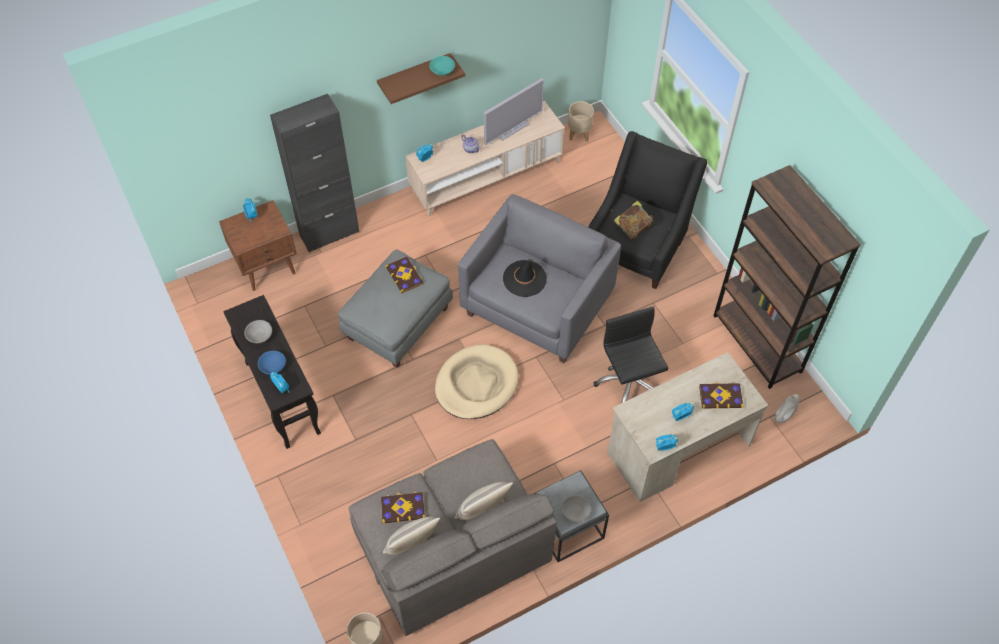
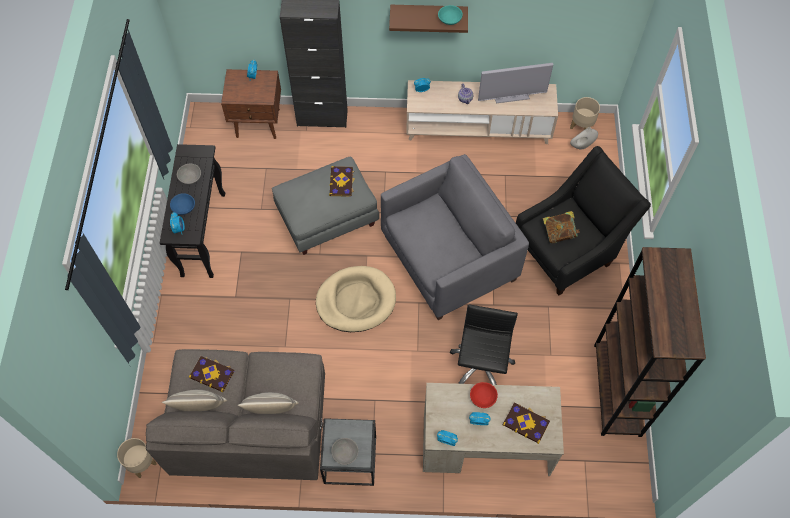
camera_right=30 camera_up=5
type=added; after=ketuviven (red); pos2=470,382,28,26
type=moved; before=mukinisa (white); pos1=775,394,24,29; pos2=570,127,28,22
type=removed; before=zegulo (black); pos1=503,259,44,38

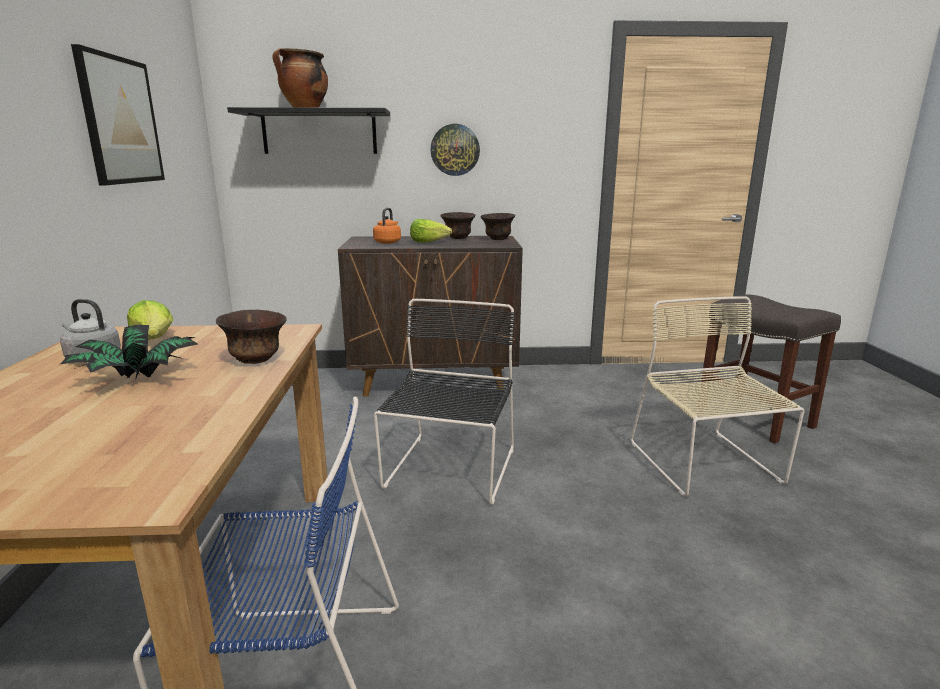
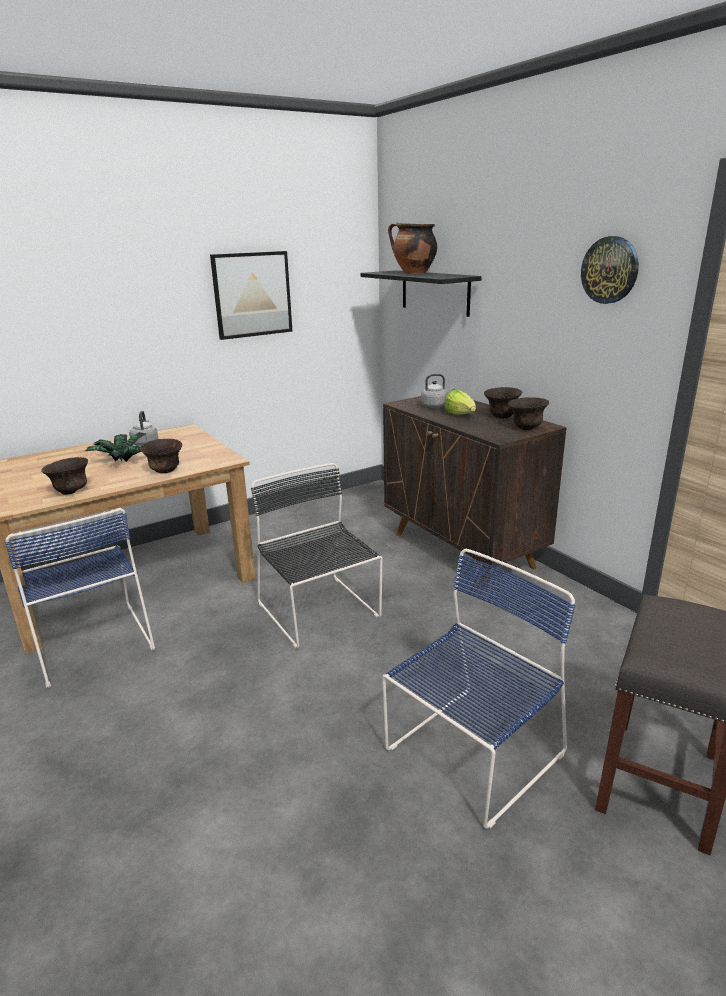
camera_right=60 camera_up=5
type=added; after=ketuviven (brown); pos2=41,457,47,38
type=turned; before=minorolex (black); pos1=374,299,141,206; pos2=251,463,131,185; turn=-105
type=recoloured; before=minorolex (beige); after=minorolex (blue); pos1=631,296,173,201; pos2=382,549,193,280
type=recoloured; before=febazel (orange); after=febazel (grey); pos1=373,208,28,36; pos2=421,374,34,34
type=moved; before=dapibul; pos1=431,124,49,52; pos2=581,236,58,68
type=removed; before=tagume; pos1=127,300,46,40

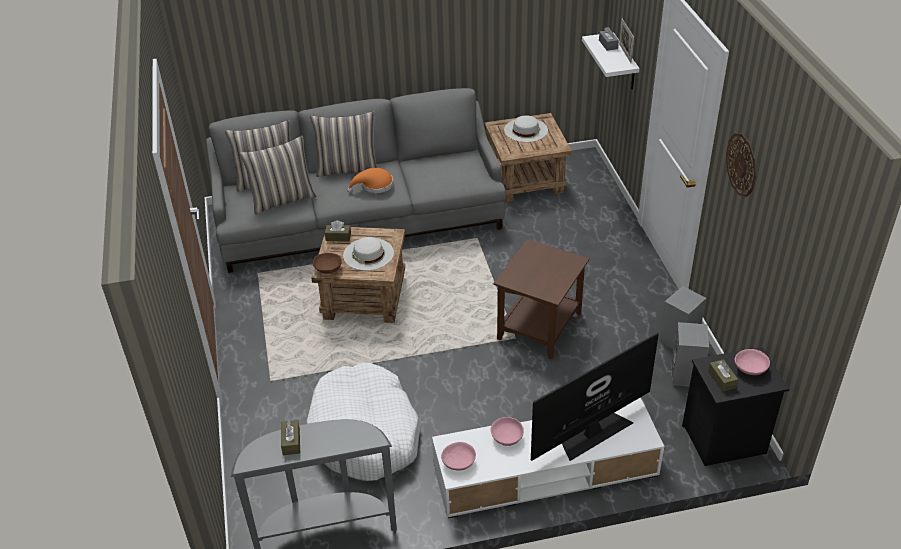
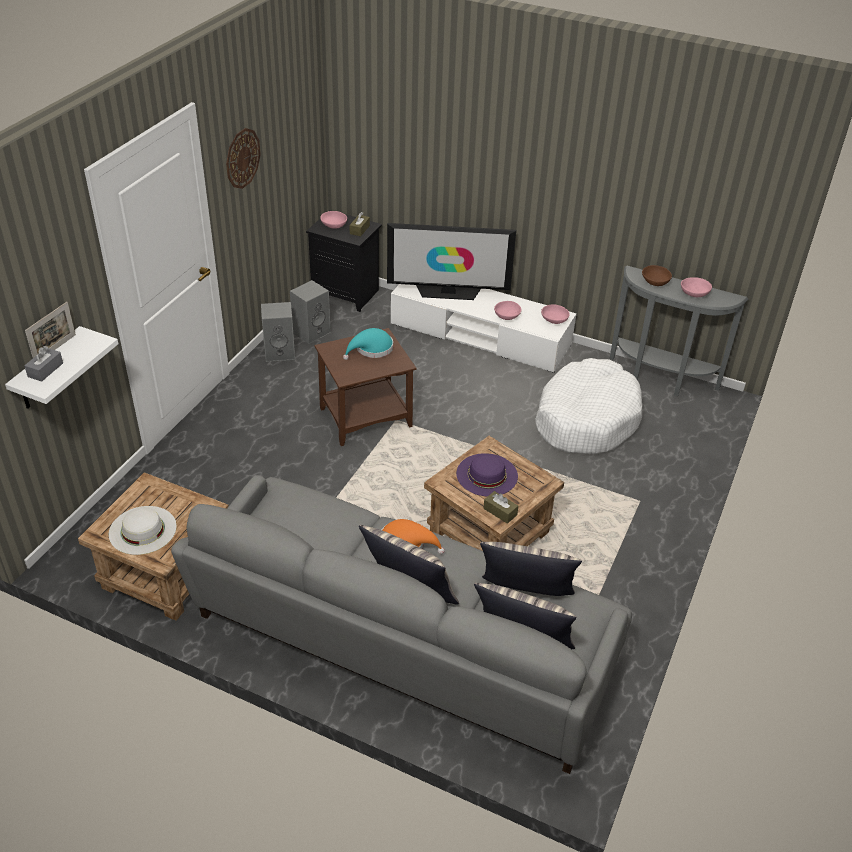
camera_right=-145 camera_up=0
type=added; after=zegulo (turquoise); pos2=343,328,50,32
type=recoloured; before=zegulo (white); after=zegulo (purple); pos1=343,237,51,34; pos2=456,453,62,43
type=moved; before=ketuviven (brown); pos1=313,253,29,21; pos2=642,265,30,21
type=replaced; before=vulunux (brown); after=ketuviven (pink); pos1=281,420,19,35; pos2=681,277,31,20

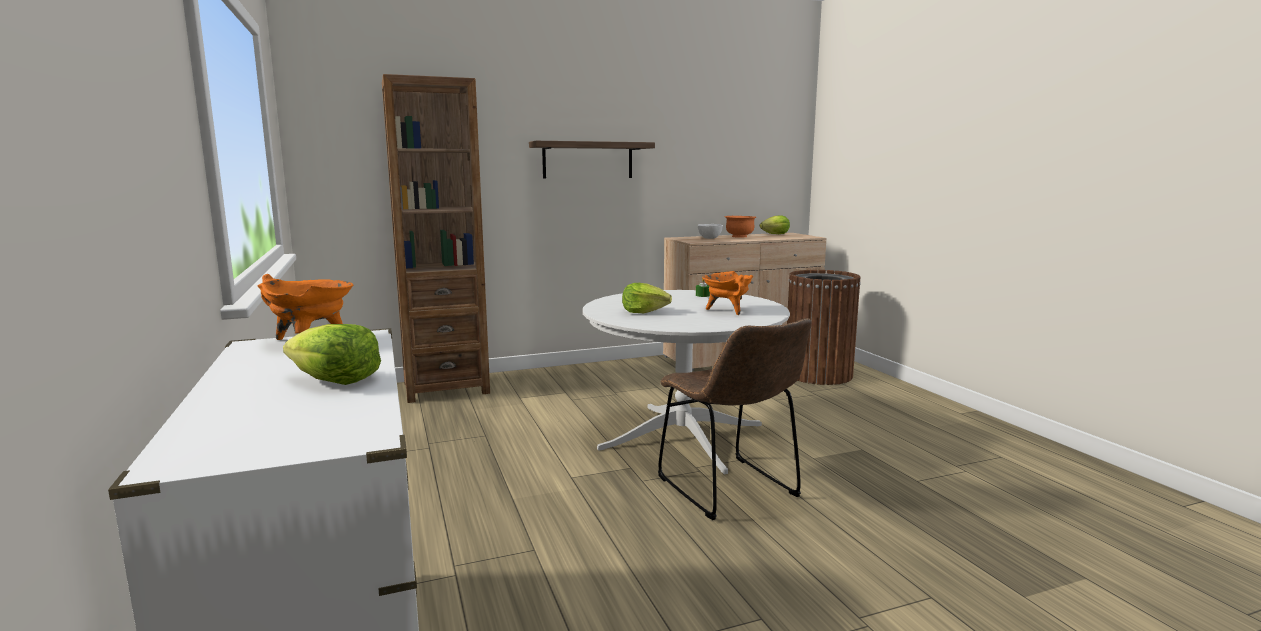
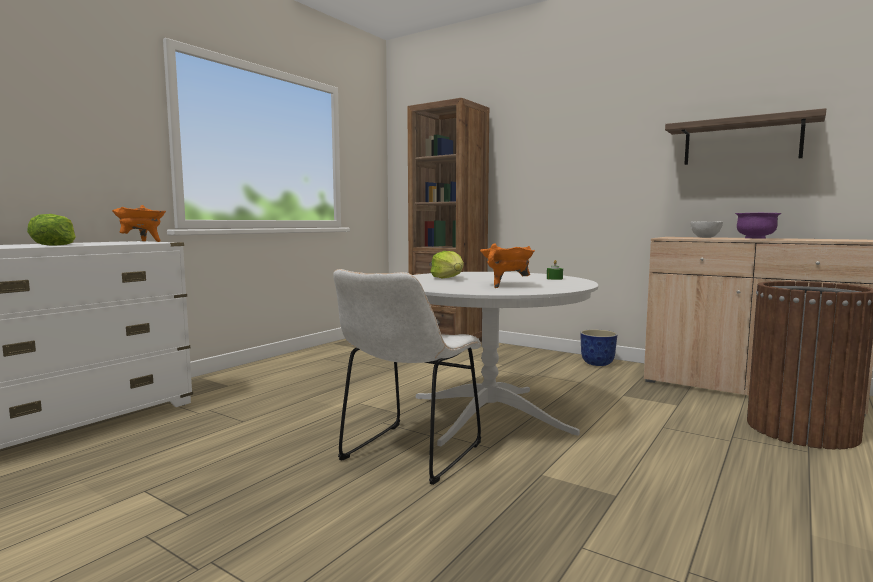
camera_right=55 camera_up=-5
type=recoloured; before=minorolex (brown); after=minorolex (white); pos1=658,318,154,202; pos2=333,269,148,216
type=added; after=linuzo; pos2=580,329,37,37
type=moved; before=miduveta; pos1=529,141,126,38; pos2=665,108,161,57
type=recoloured; before=ketuviven (orange); after=ketuviven (purple); pos1=725,216,31,22; pos2=735,213,46,26
type=removed; before=tagume; pos1=760,215,30,19

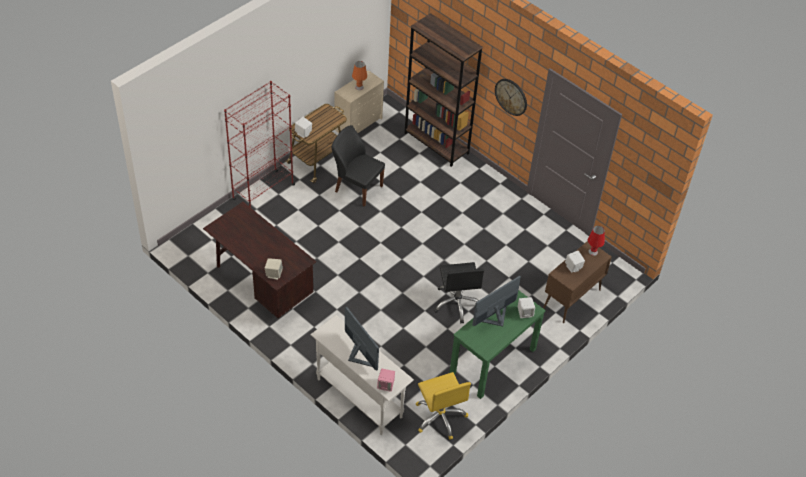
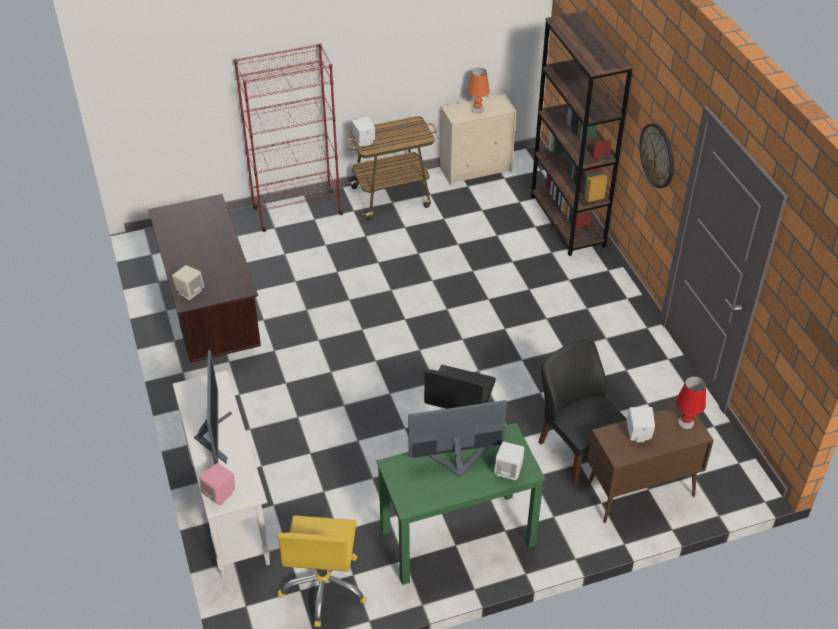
camera_right=30 camera_up=-5
type=moved; before=minorolex (black); pos1=331,125,54,82; pos2=539,340,88,144

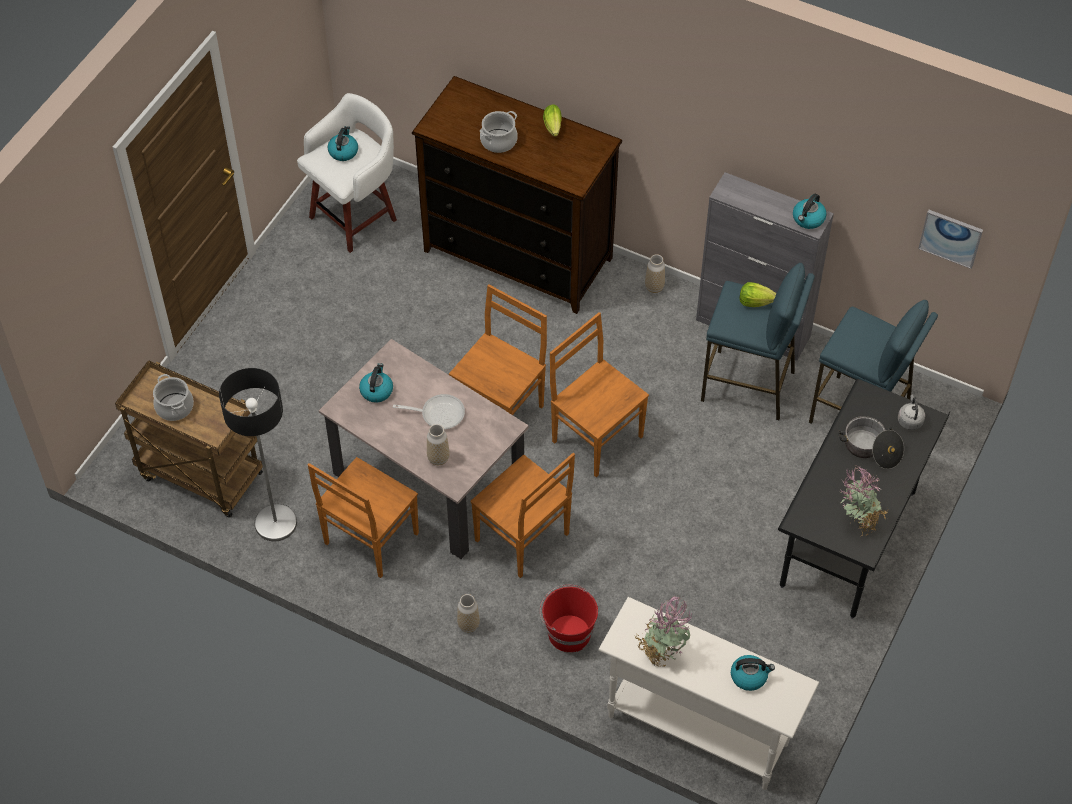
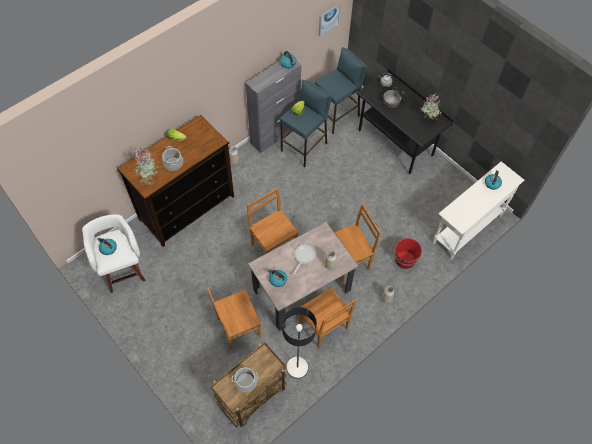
camera_right=-70 camera_up=5
type=moved; before=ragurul; pos1=634,595,58,72; pos2=133,147,25,38
type=moved; before=minorolex (brown); pos1=550,312,99,165; pos2=207,288,54,62

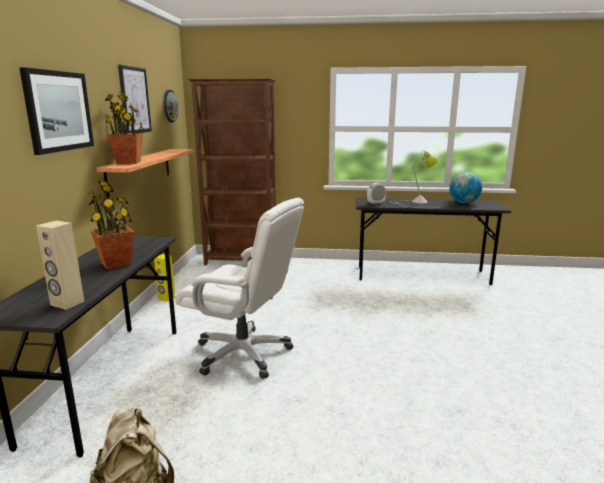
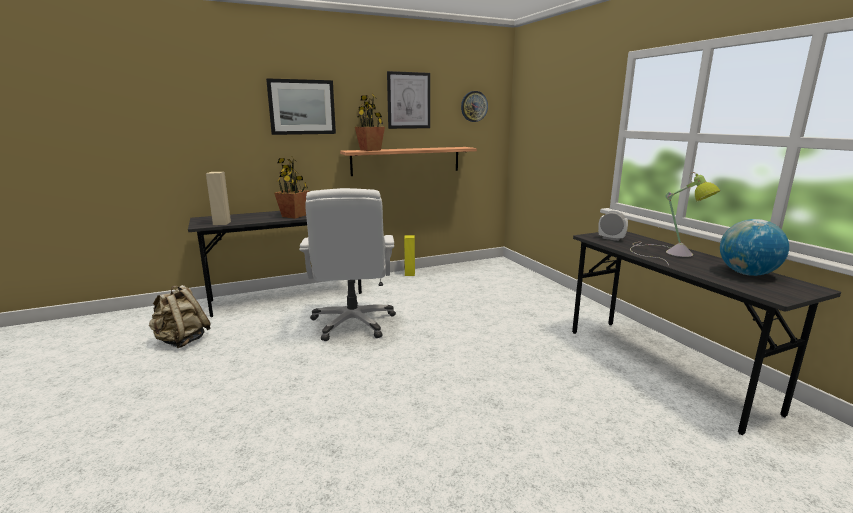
camera_right=60 camera_up=0
type=removed; before=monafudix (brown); pos1=188,79,88,186

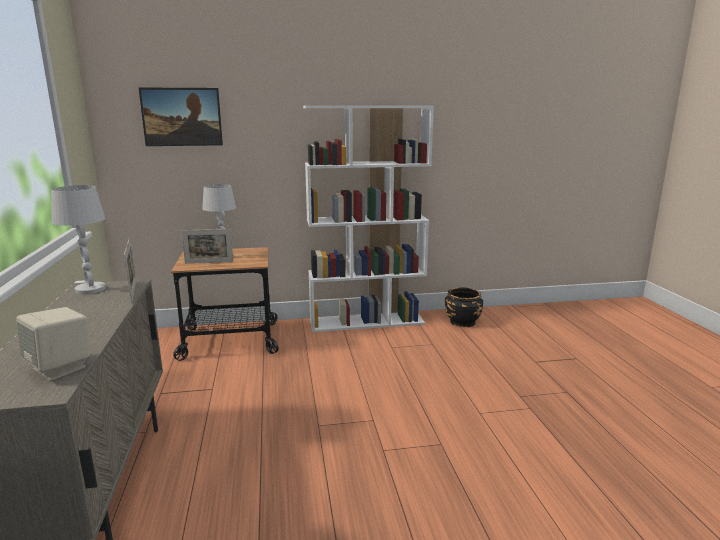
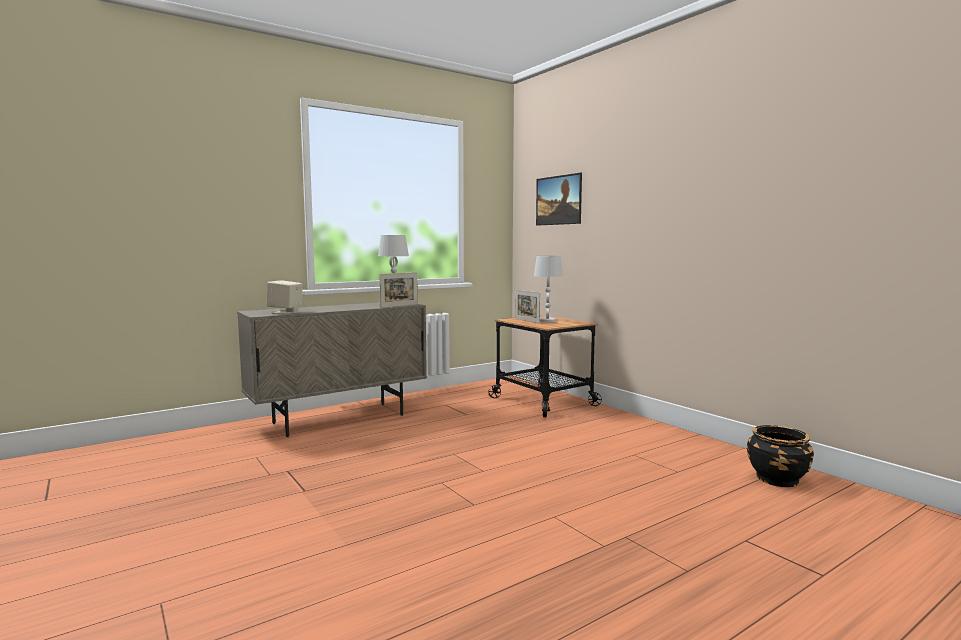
camera_right=65 camera_up=-10
type=removed; before=monafudix (white); pos1=303,106,131,226

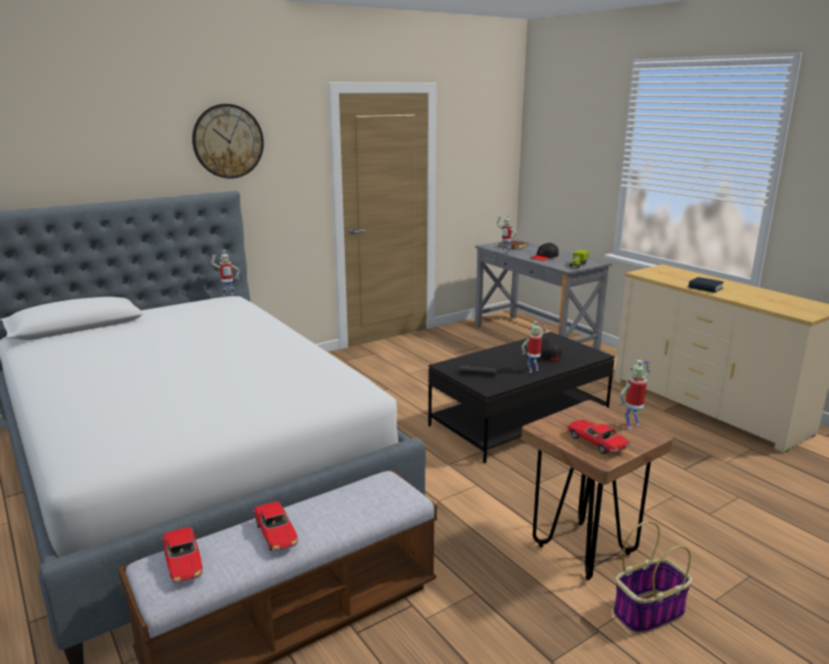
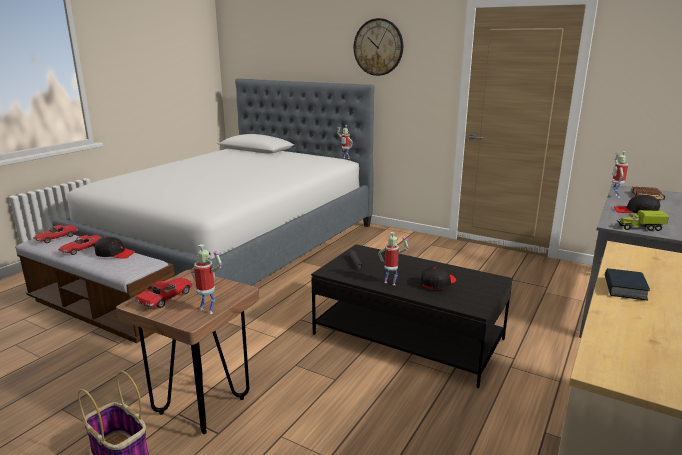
camera_right=65 camera_up=0
type=added; after=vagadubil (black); pos2=95,237,40,22

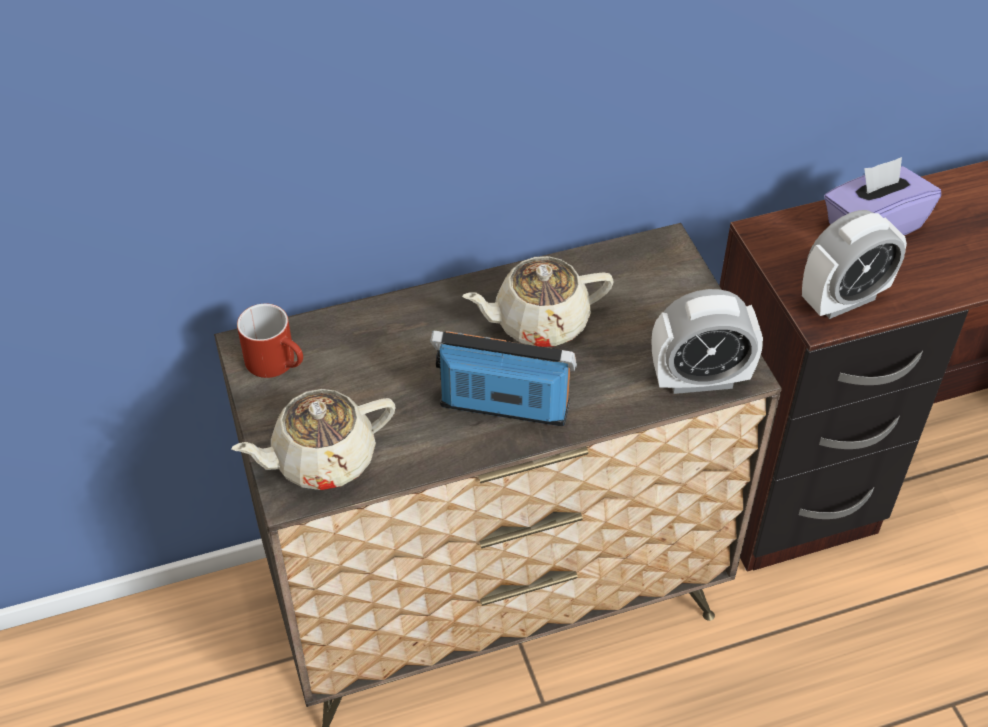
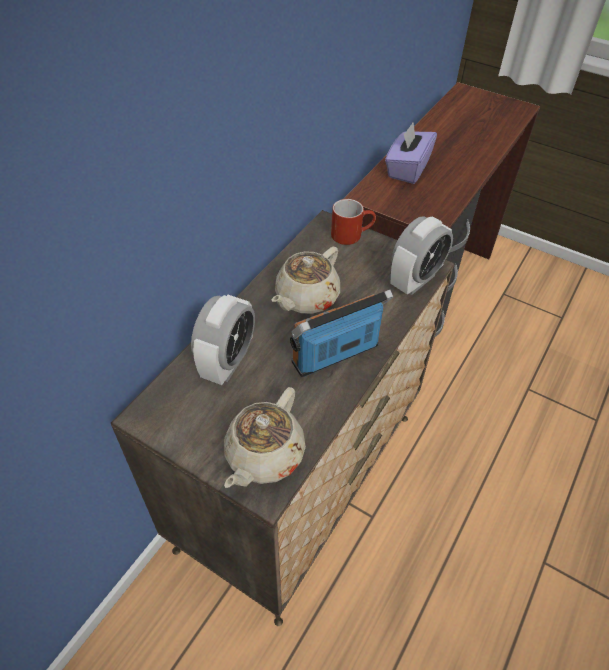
camera_right=-40 camera_up=0
type=moved; before=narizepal; pos1=802,210,105,109; pos2=191,295,64,90
type=moved; before=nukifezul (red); pos1=237,303,66,75; pos2=331,199,45,46

